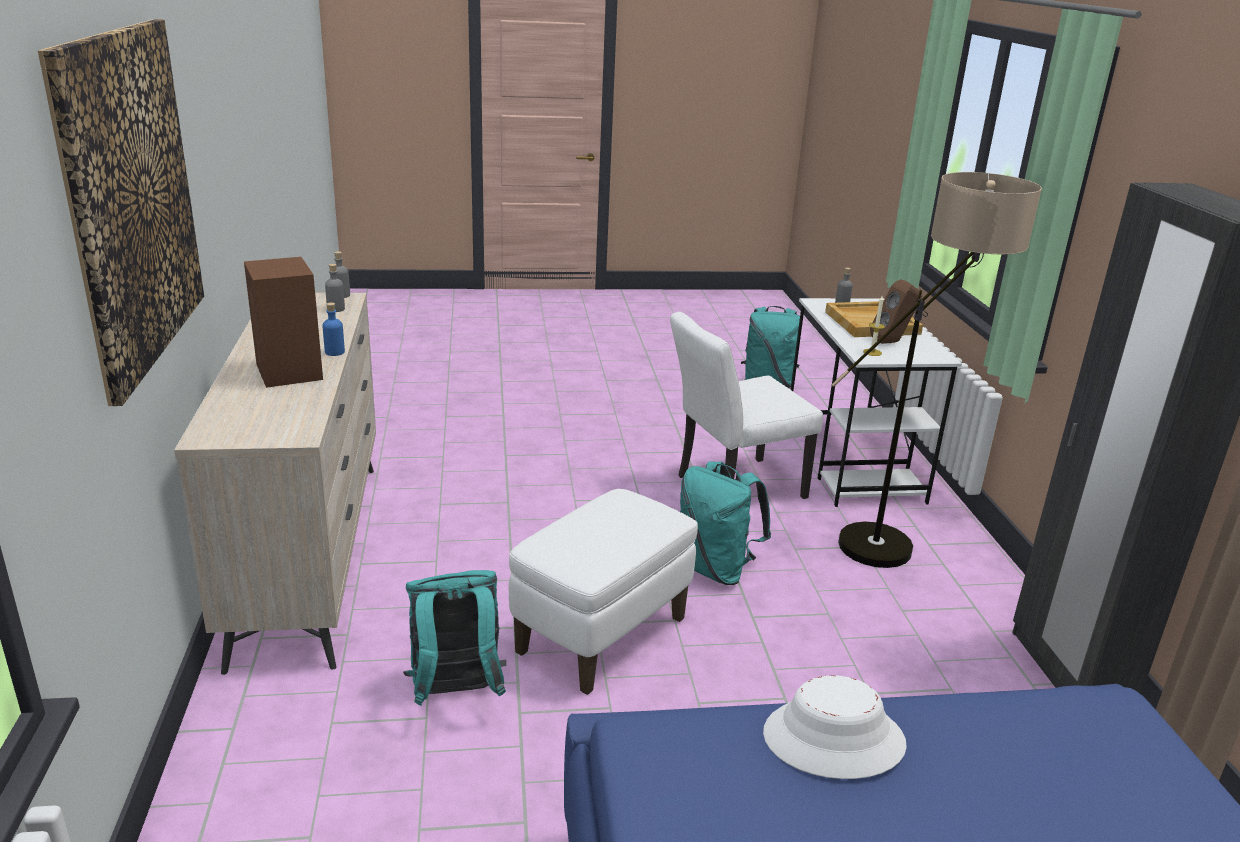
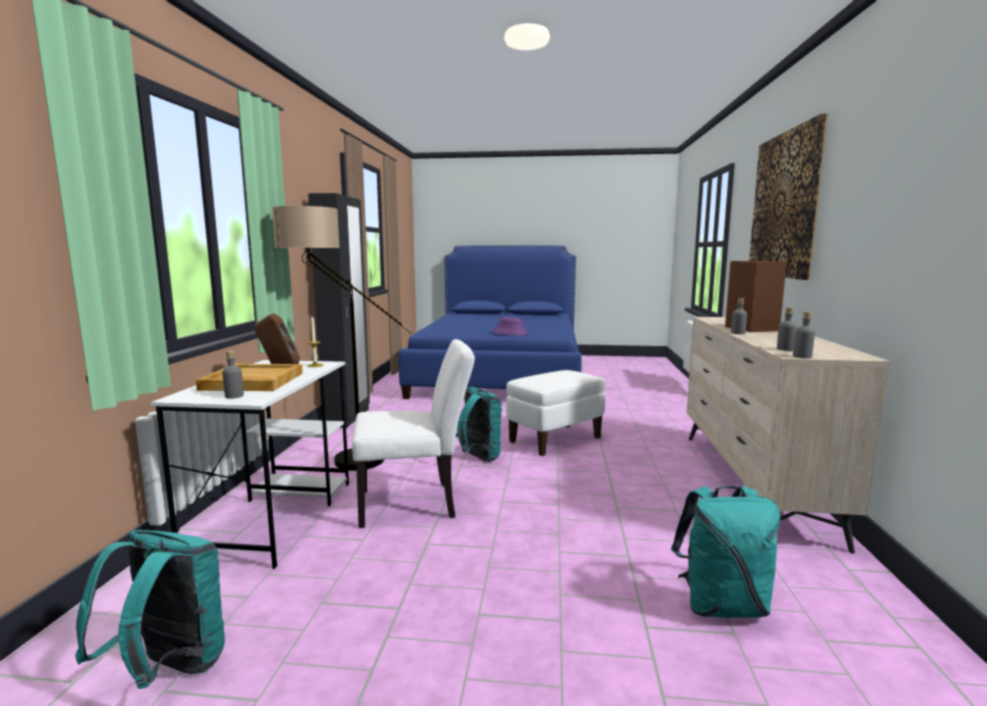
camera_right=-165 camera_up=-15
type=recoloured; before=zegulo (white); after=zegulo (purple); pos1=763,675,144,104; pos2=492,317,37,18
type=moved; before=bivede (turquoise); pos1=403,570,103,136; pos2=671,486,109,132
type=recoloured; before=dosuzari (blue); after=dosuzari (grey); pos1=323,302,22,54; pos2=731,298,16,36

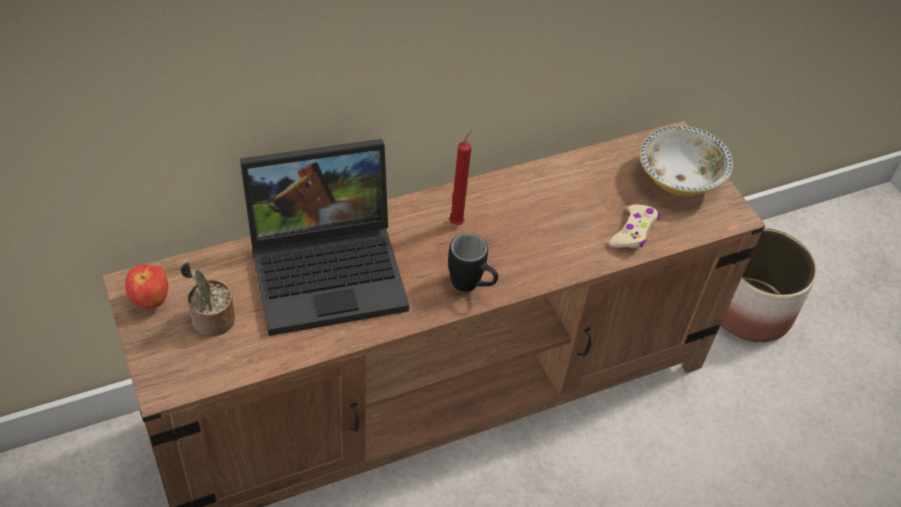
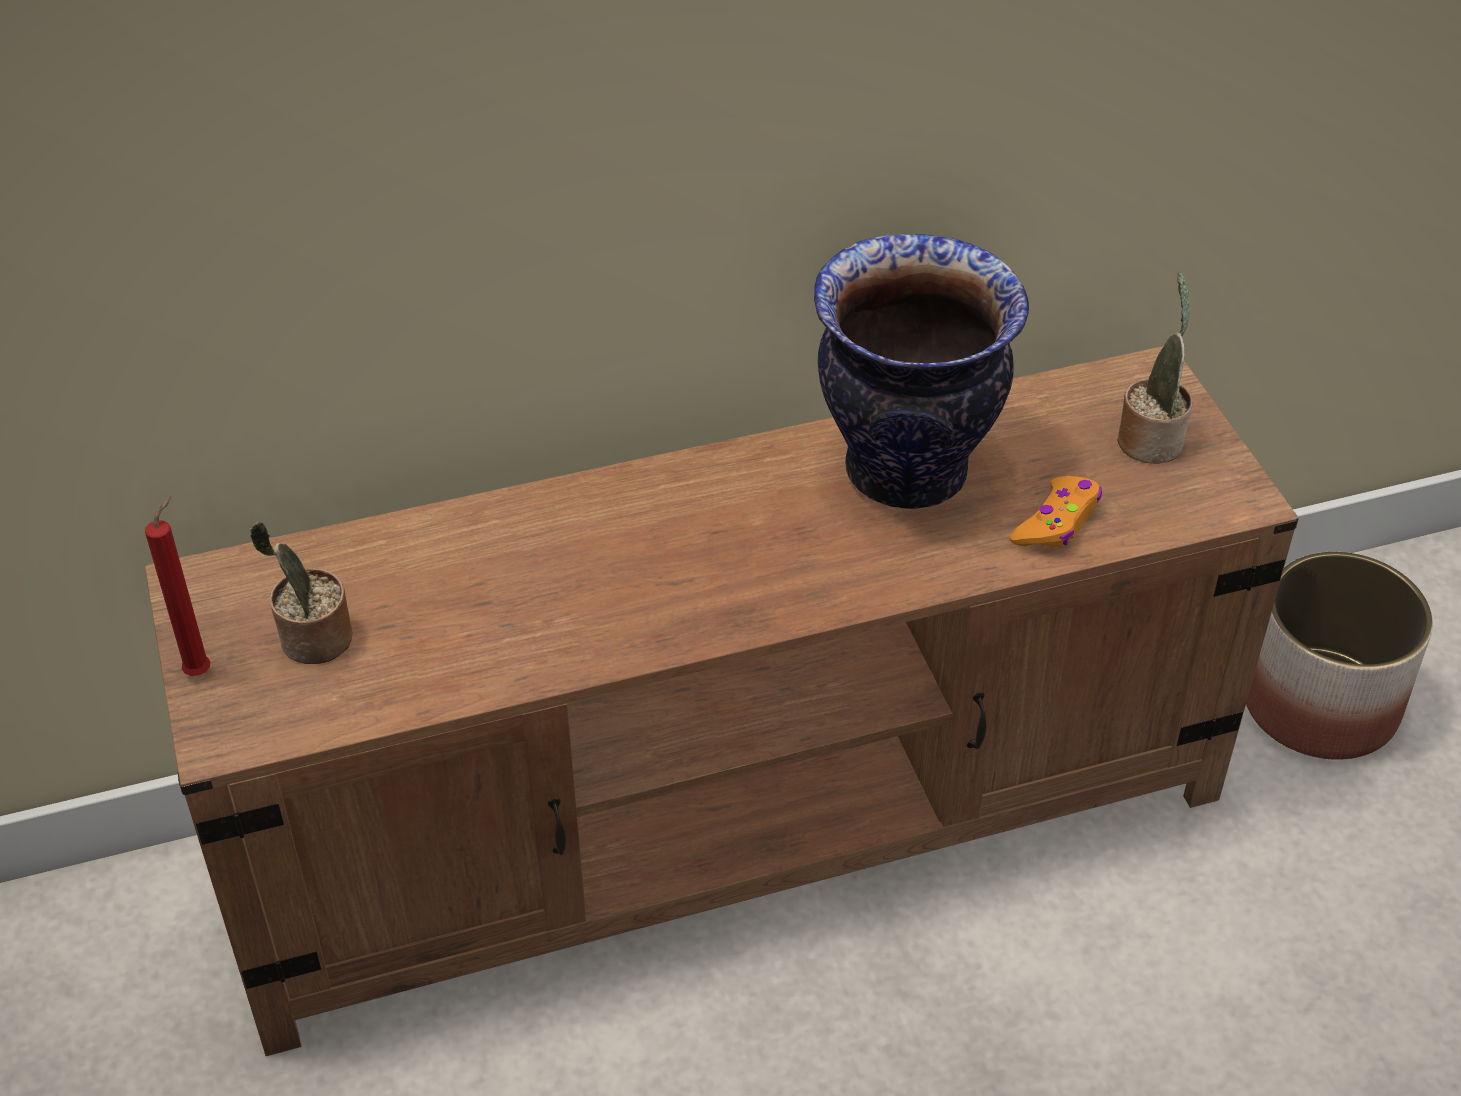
camera_right=10 camera_up=-5
type=moved; before=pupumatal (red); pos1=449,128,24,97; pos2=145,496,66,180
type=added; after=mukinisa; pos2=814,234,215,275
type=recoloured; before=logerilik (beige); after=logerilik (orange); pos1=609,204,50,44; pos2=1010,476,92,71
type=replaced; before=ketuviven; after=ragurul; pos1=640,126,93,70; pos2=1117,272,75,192
type=removed; before=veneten; pos1=125,264,43,45
type=removed; before=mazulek; pos1=240,139,169,197
type=removed; before=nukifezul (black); pos1=448,233,50,59

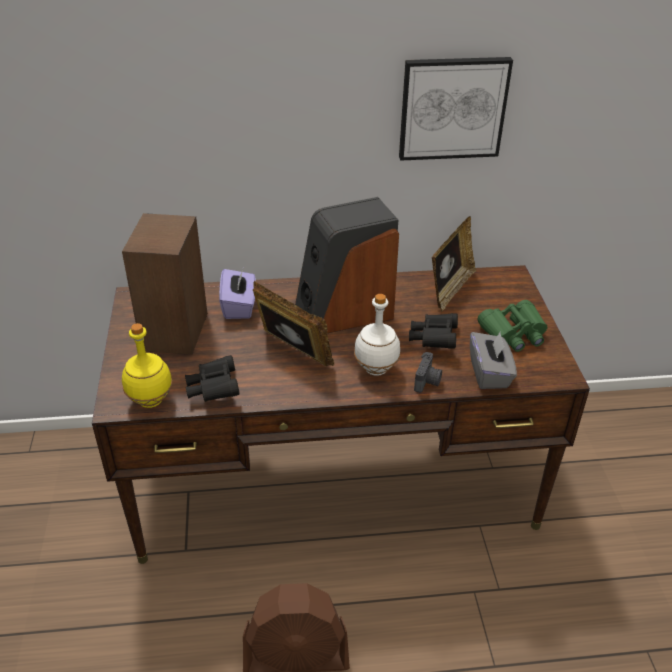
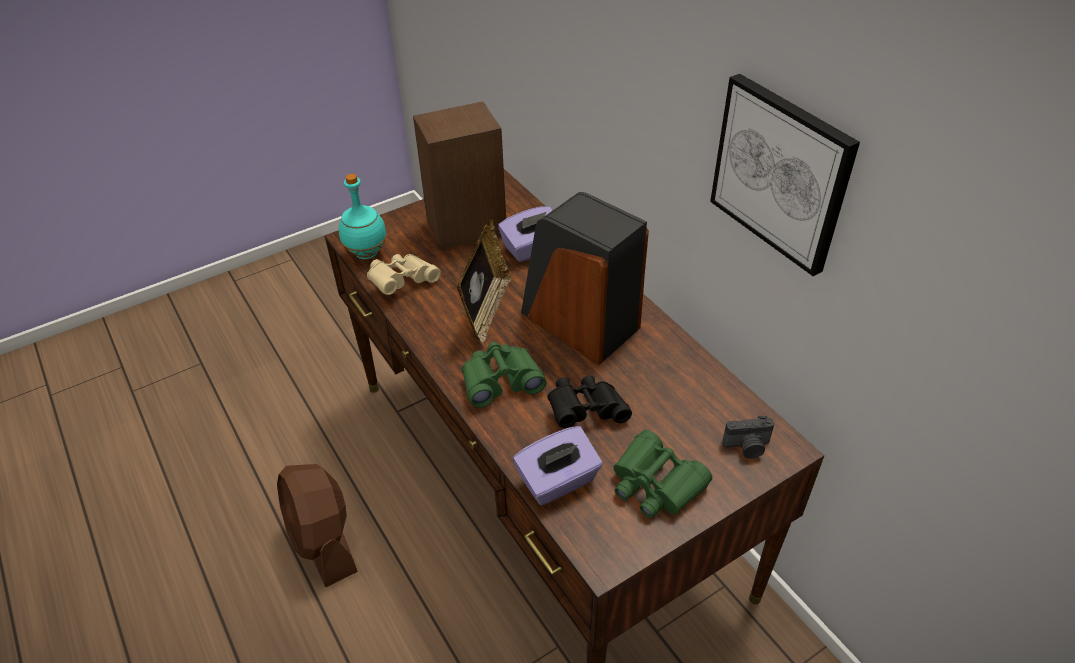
camera_right=65 camera_up=5
type=recoloured; before=dosuzari (yellow); after=dosuzari (turquoise); pos1=122,323,51,85; pos2=339,174,48,85
type=recoloured; before=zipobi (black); after=zipobi (beige); pos1=185,355,55,47; pos2=367,254,74,41
type=replaced; before=dosuzari (white); after=zipobi (green); pos1=354,294,46,82; pos2=462,342,84,66
type=recoloured; before=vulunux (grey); after=vulunux (purple); pos1=470,331,47,58; pos2=513,426,90,79
type=moved; before=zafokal; pos1=414,352,28,41; pos2=723,416,51,43
type=removed; before=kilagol; pos1=432,216,45,96

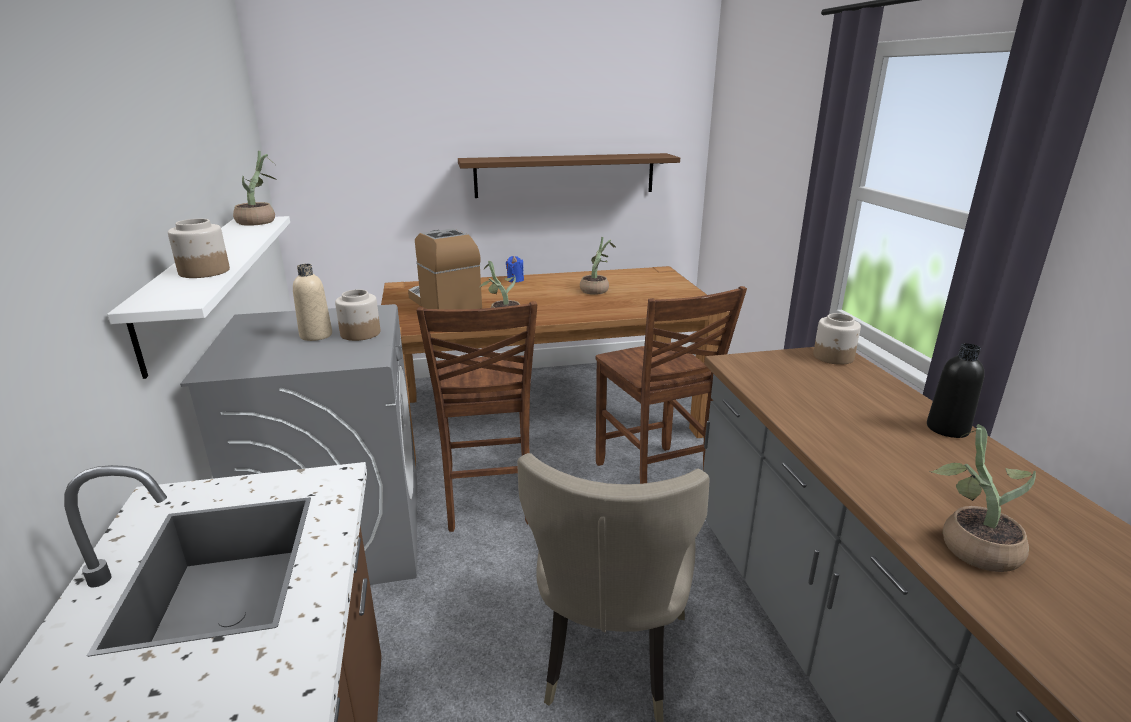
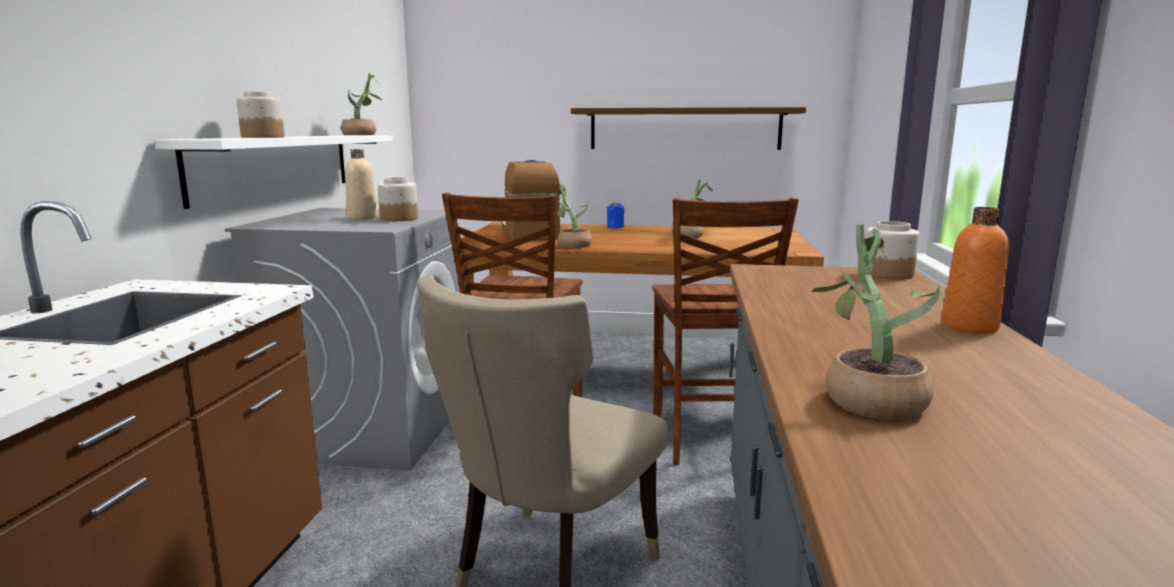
camera_right=20 camera_up=-10
type=recoloured; before=dosuzari (black); after=dosuzari (orange); pos1=927,343,58,95; pos2=942,207,67,126

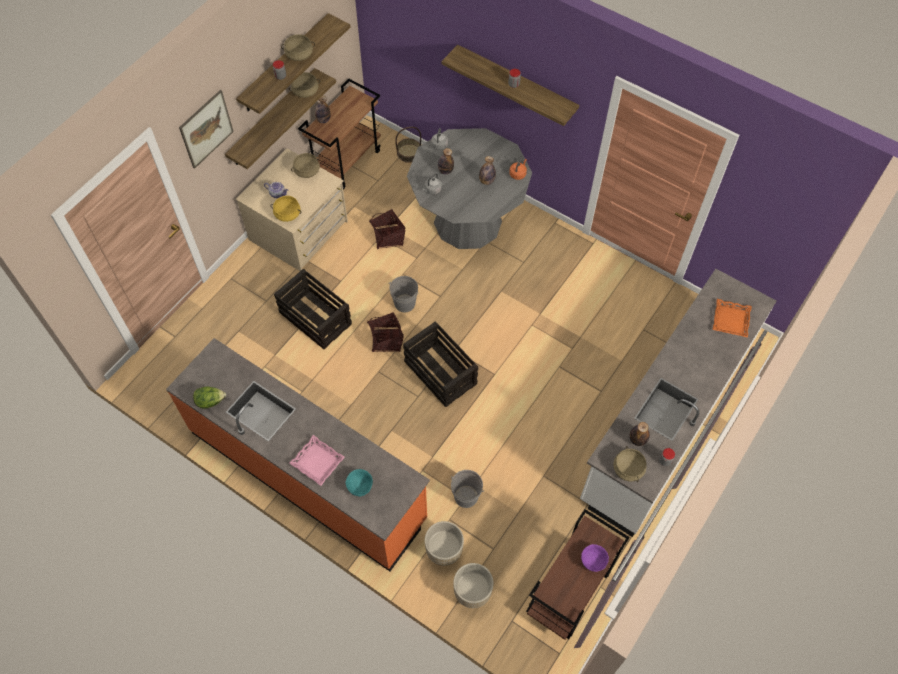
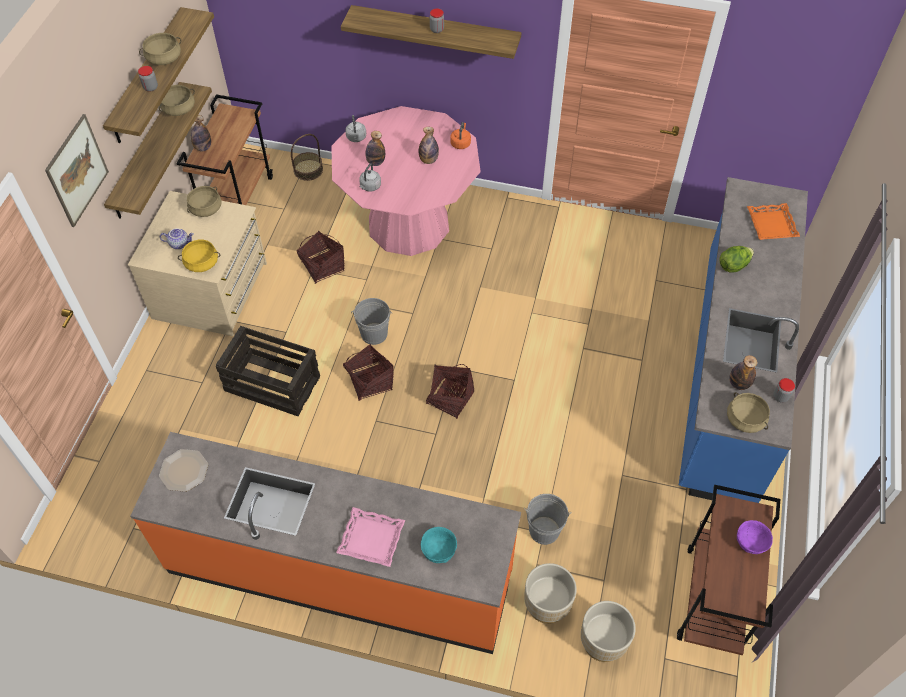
camera_right=-20 camera_up=-5
type=added; after=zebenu; pos2=159,449,49,43
type=recoloured; before=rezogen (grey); after=rezogen (pink); pos1=407,128,125,121; pos2=331,106,150,150
type=replaced; before=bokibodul; after=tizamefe; pos1=403,322,75,85; pos2=426,364,48,55
type=recoloured; before=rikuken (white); after=rikuken (blue); pos1=580,269,196,268; pos2=679,177,129,326
type=moved; before=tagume; pos1=193,386,33,23; pos2=719,246,35,27

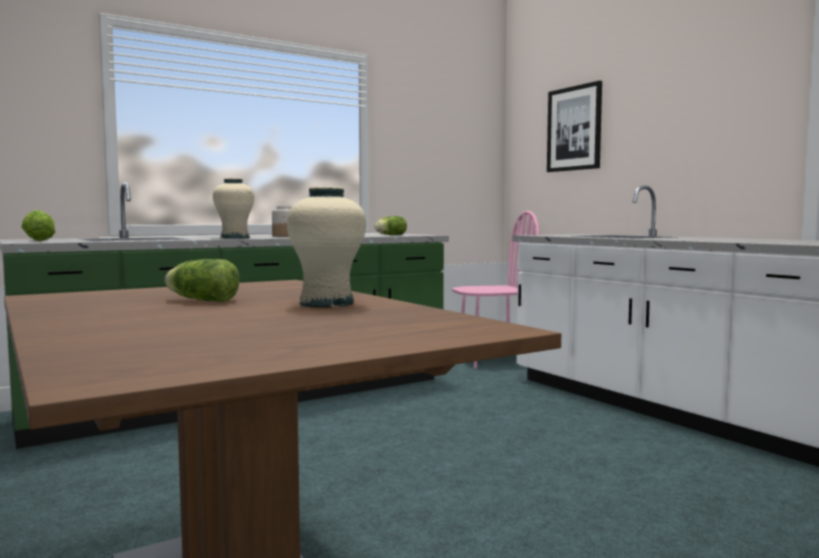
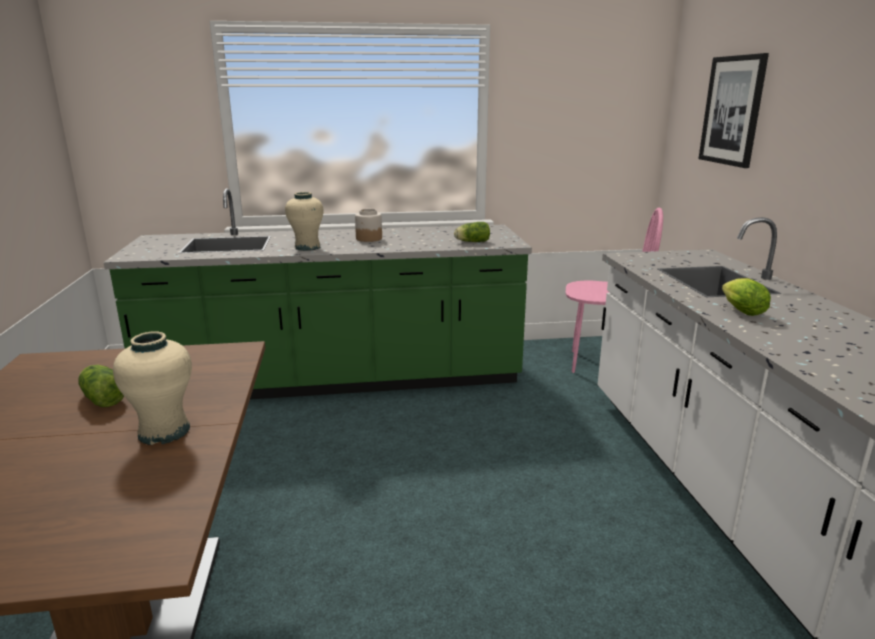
camera_right=25 camera_up=15
type=moved; before=tagume; pos1=21,210,35,31; pos2=722,278,49,38

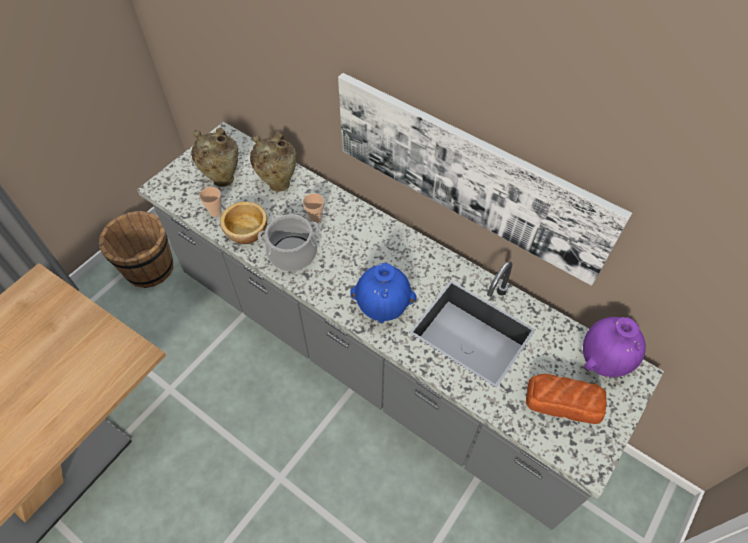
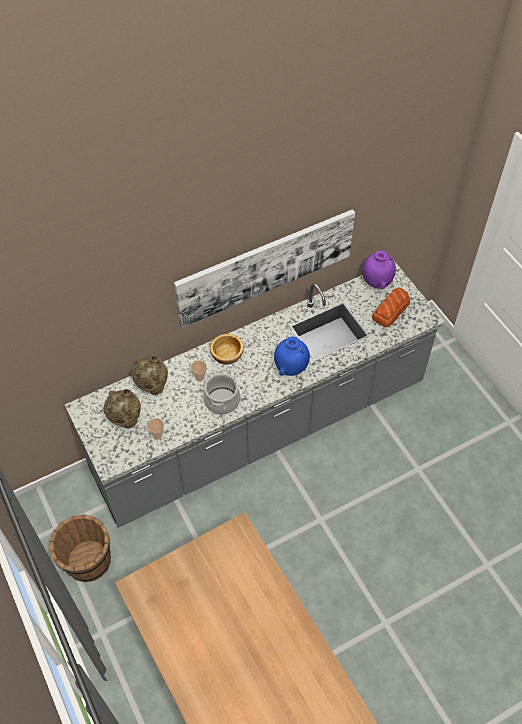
camera_right=-65 camera_up=0
type=moved; before=ketuviven; pos1=220,202,47,42; pos2=210,334,34,31

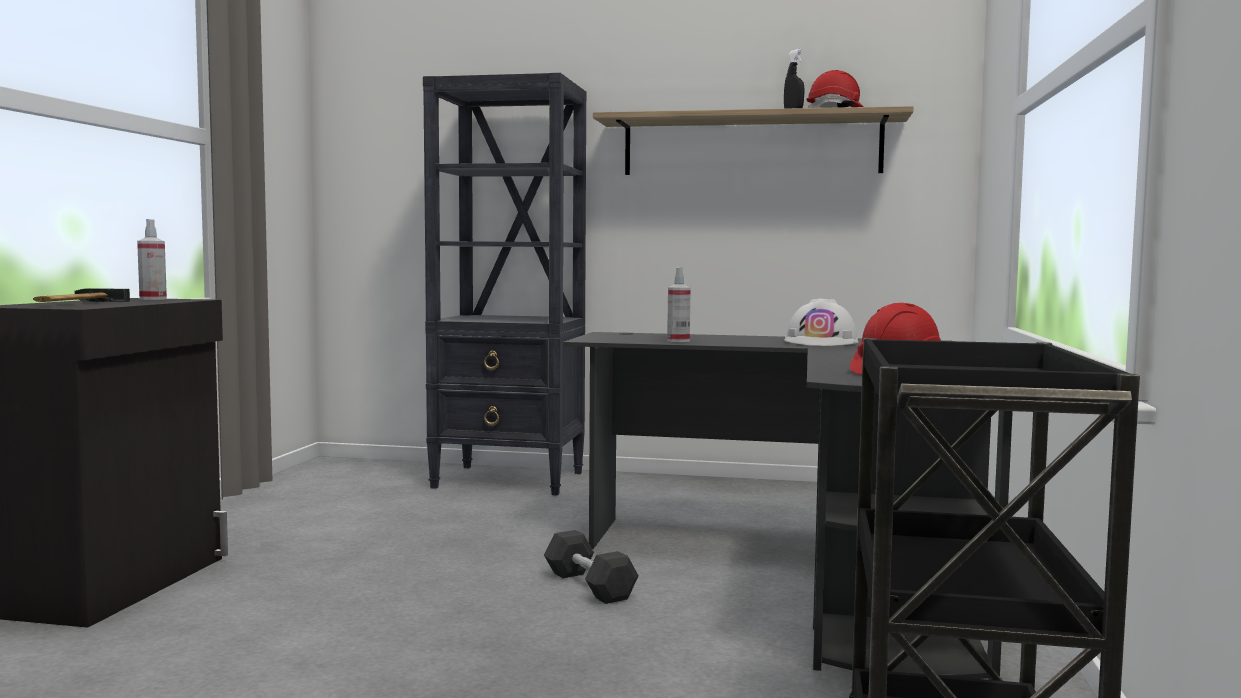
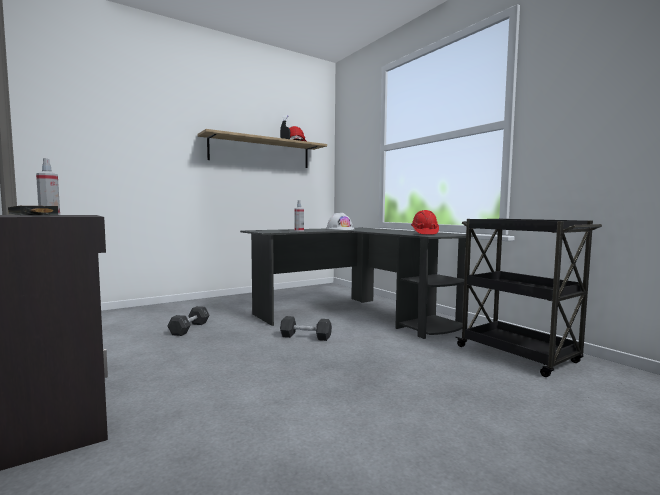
camera_right=-45 camera_up=0
type=added; after=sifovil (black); pos2=167,306,43,30
type=removed; before=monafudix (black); pos1=423,73,164,423

